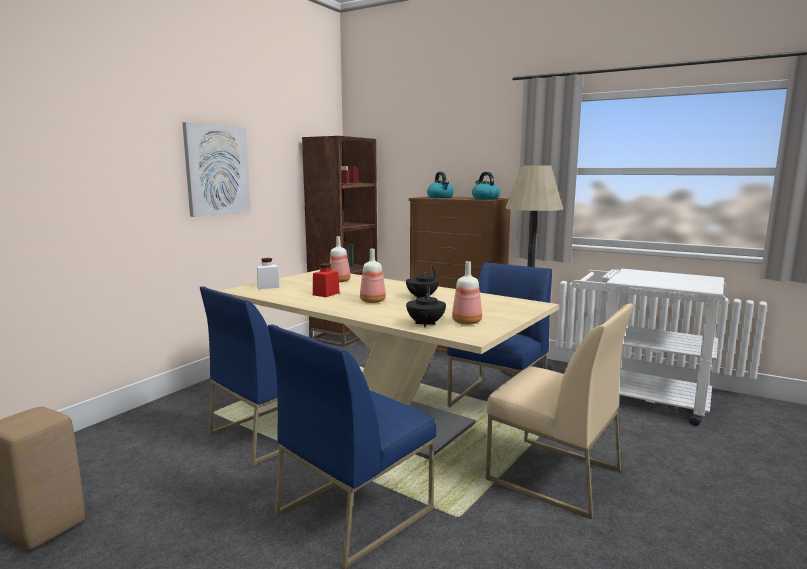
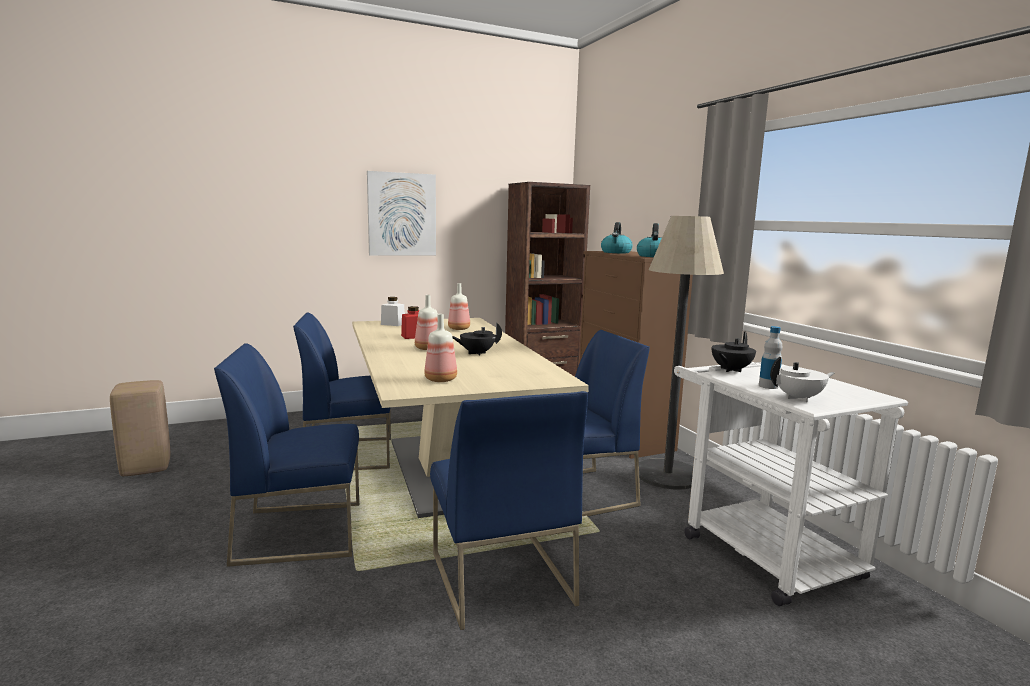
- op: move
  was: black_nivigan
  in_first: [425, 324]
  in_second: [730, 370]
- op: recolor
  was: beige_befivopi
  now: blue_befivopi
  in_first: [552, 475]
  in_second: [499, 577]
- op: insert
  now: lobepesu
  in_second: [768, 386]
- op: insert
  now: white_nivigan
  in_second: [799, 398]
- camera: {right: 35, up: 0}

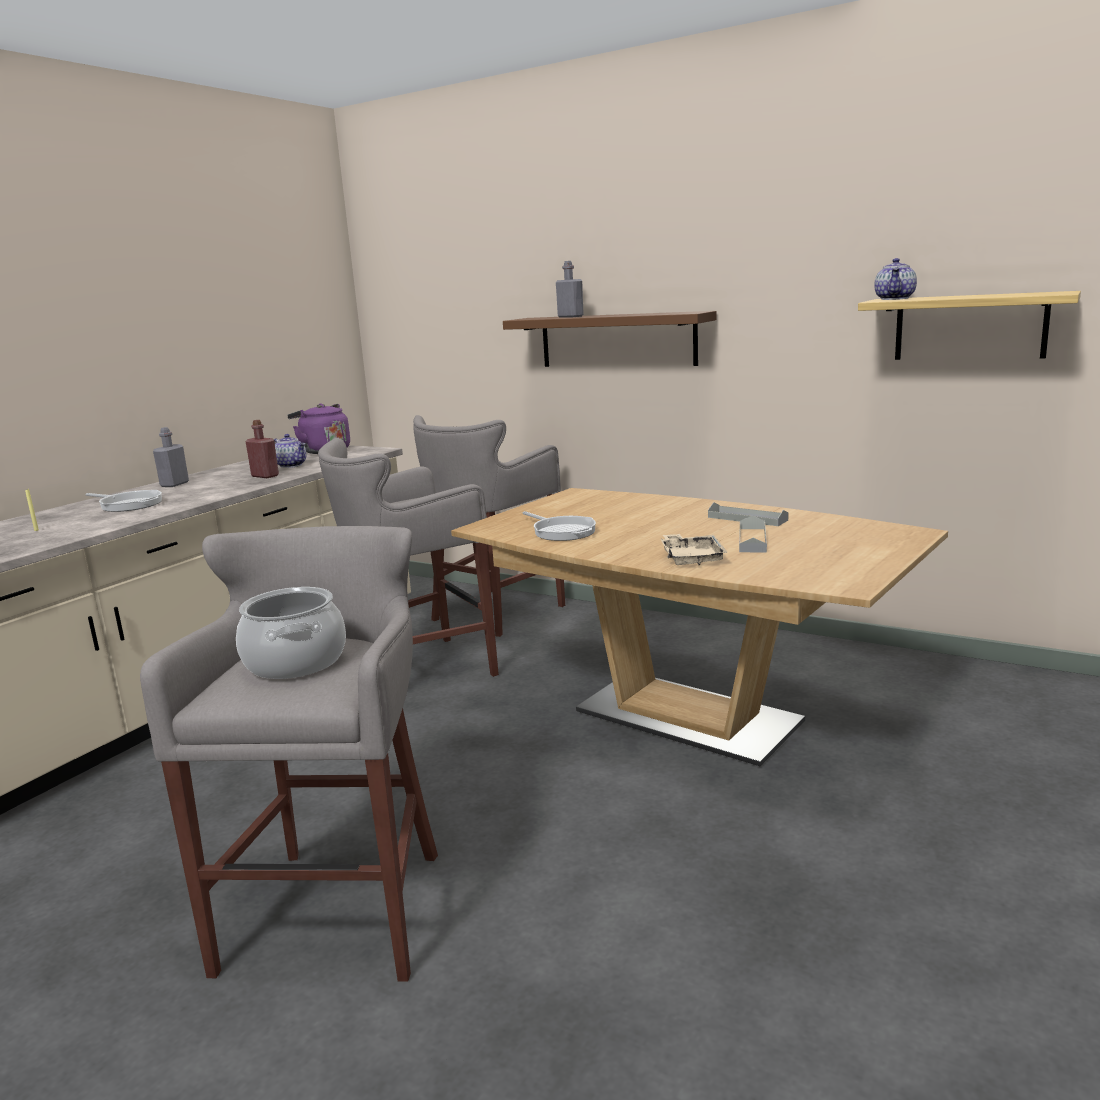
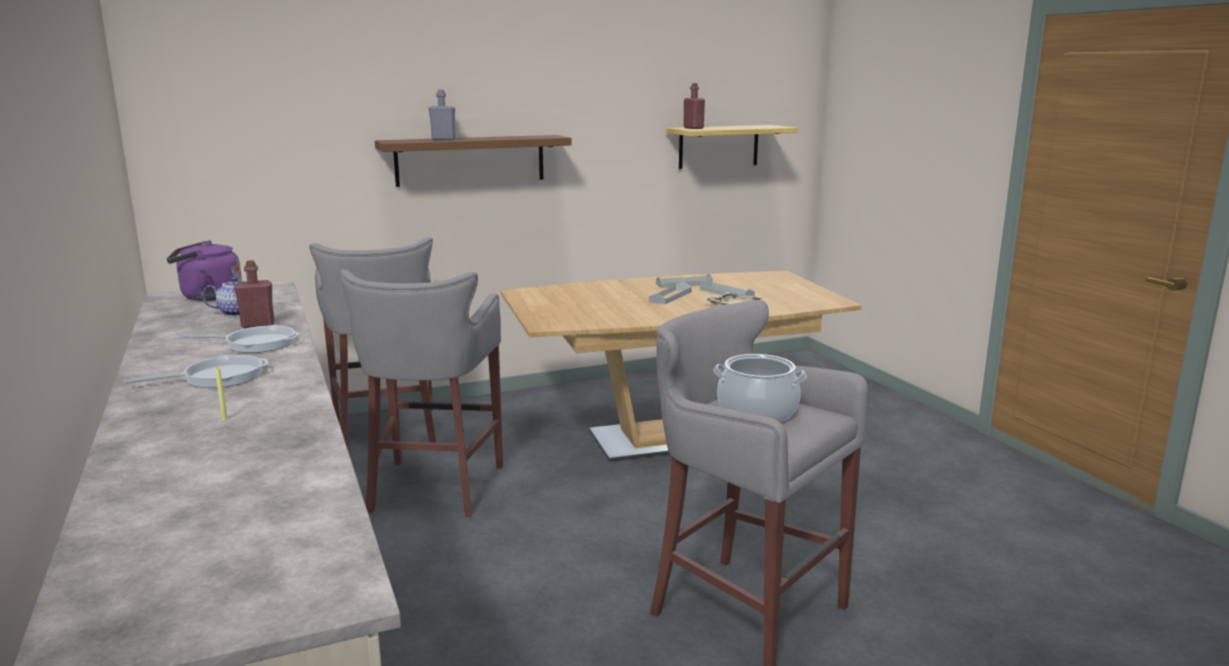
- op: replace
  was: nivigan
  now: red_lobepesu
  in_first: [895, 299]
  in_second: [693, 128]
- op: delete
  was: grey_lobepesu
  in_first: [174, 484]
- op: move
  was: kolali
  in_first: [562, 531]
  in_second: [256, 343]
- op: insert
  now: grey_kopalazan
  in_second: [670, 296]
- camera: {right: -55, up: 0}

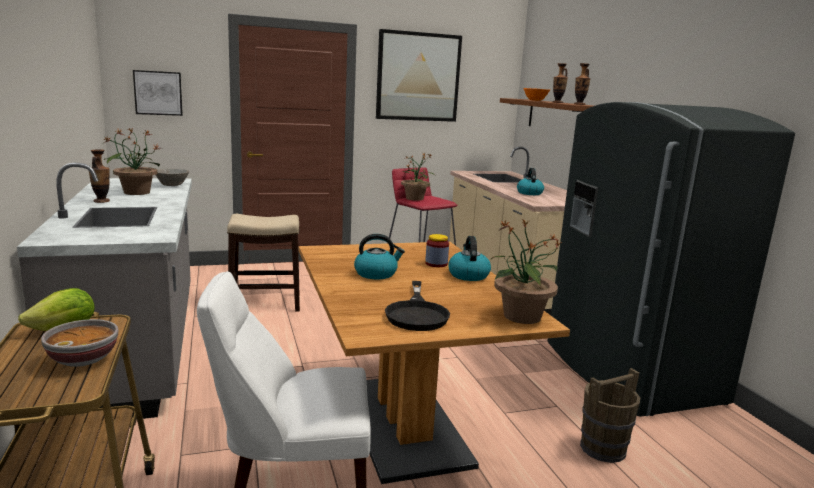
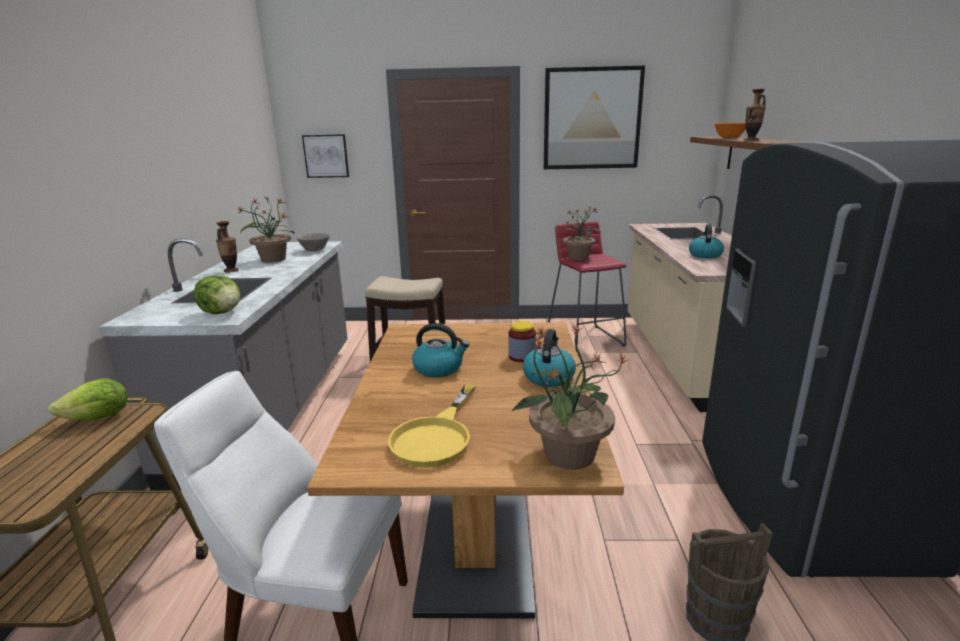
- op: delete
  was: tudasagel
  in_first: [579, 104]
- op: recolor
  was: black_kolali
  now: yellow_kolali
  in_first: [417, 313]
  in_second: [436, 436]
- op: delete
  was: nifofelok
  in_first: [83, 358]
- op: insert
  now: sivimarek
  in_second: [222, 312]
- camera: {right: 20, up: 5}

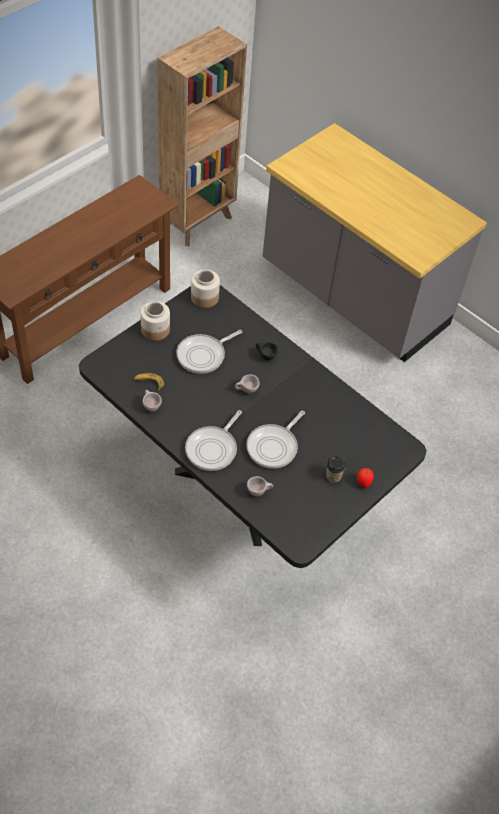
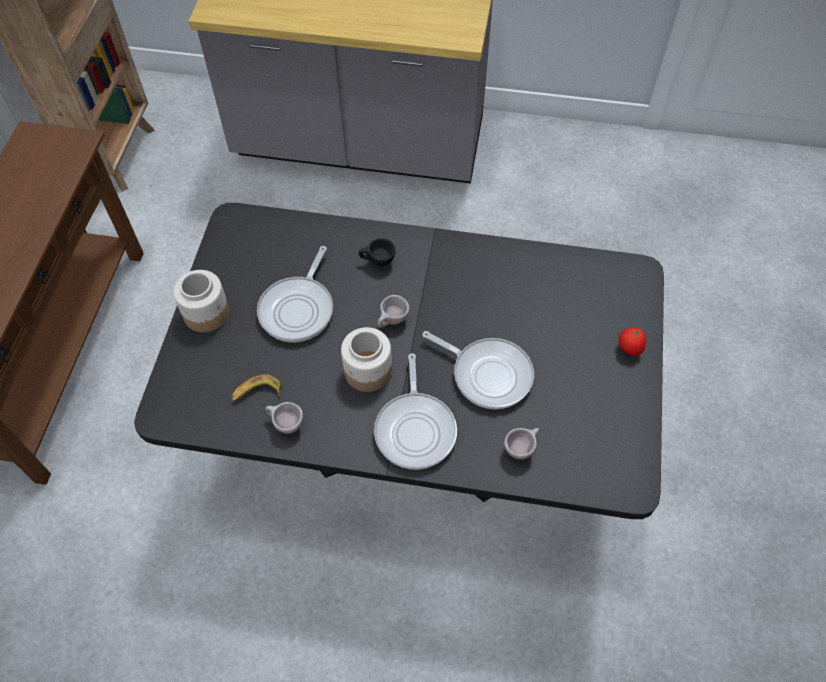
- op: move
  was: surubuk
  in_first: [204, 298]
  in_second: [368, 372]
- op: rotate
  was: kolali
  in_first: [274, 446]
  in_second: [488, 374]
  clockwise: -60
- op: delete
  was: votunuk
  in_first: [333, 476]
- camera: {right: -30, up: 5}

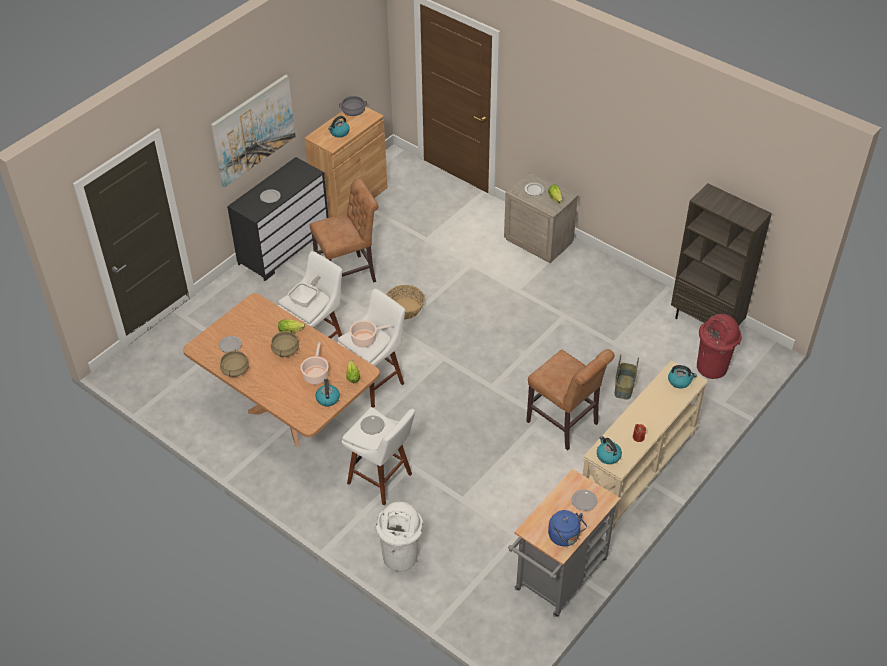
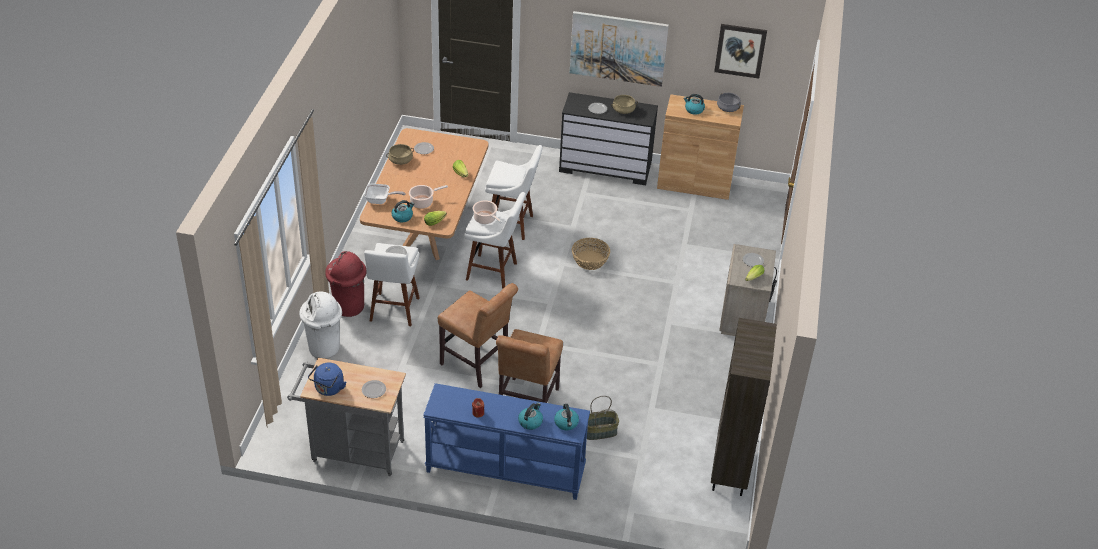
- op: move
  was: brown_befivopi
  in_first: [349, 274]
  in_second: [477, 365]
- op: move
  was: kolali
  in_first: [306, 299]
  in_second: [380, 200]
- op: move
  was: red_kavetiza
  in_first: [712, 368]
  in_second: [348, 307]
- op: move
  was: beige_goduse
  in_first: [285, 350]
  in_second: [623, 110]
- op: recolor
  was: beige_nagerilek
  now: blue_nagerilek
  in_first: [638, 471]
  in_second: [504, 471]
- op: move
  was: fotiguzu
  in_first: [608, 456]
  in_second: [530, 421]
- op: insert
  now: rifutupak
  in_second: [740, 50]
- camera: {right: 60, up: -5}

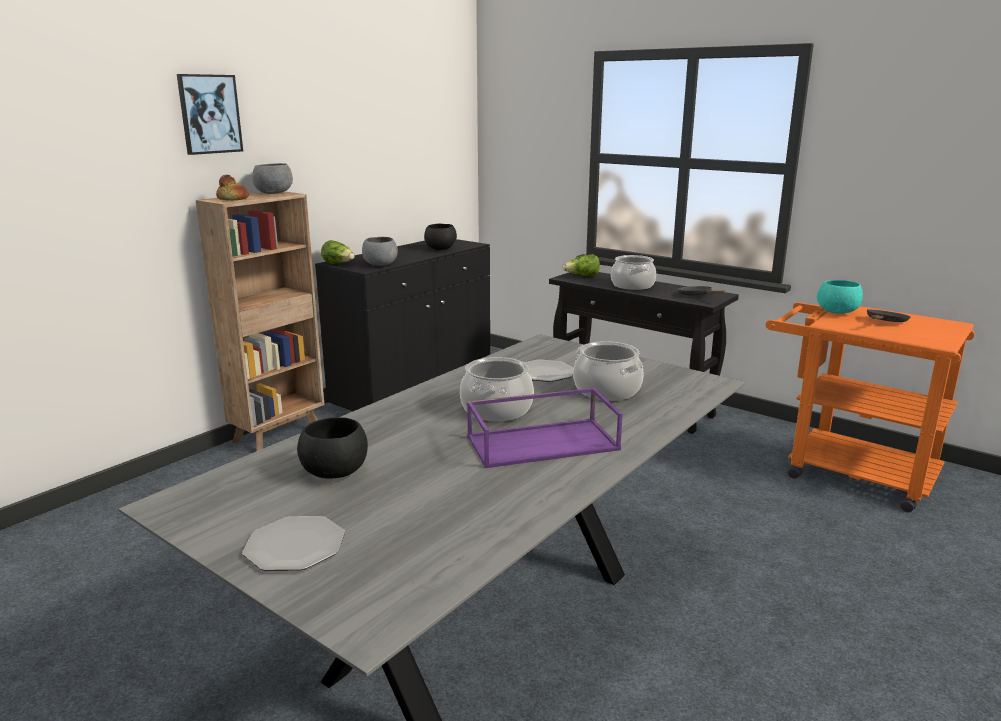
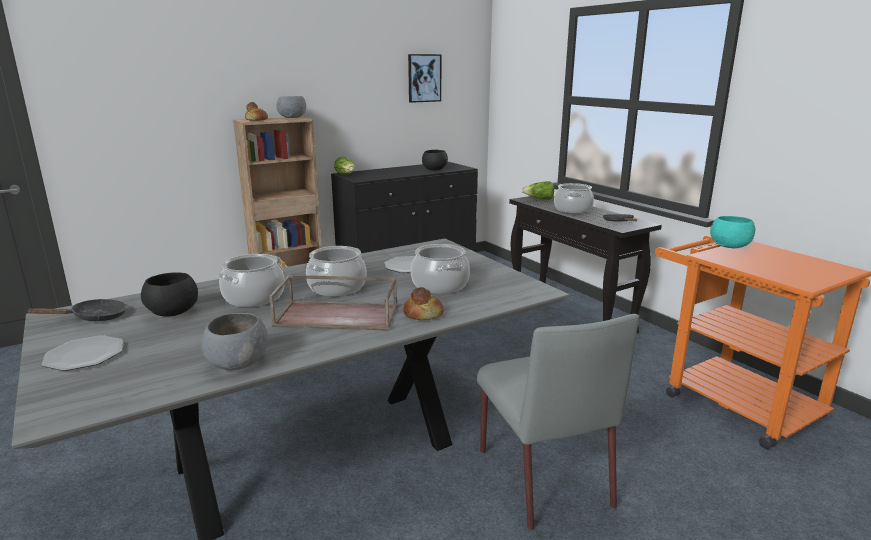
- op: move
  was: rifutupak
  in_first: [209, 114]
  in_second: [424, 78]
- op: move
  was: grey_nifofelok
  in_first: [380, 264]
  in_second: [237, 363]
- op: move
  was: black_kolali
  in_first: [885, 322]
  in_second: [94, 318]
- op: recolor
  was: purple_kopalazan
  now: brown_kopalazan
  in_first: [543, 442]
  in_second: [338, 315]
- op: insert
  now: goduse
  in_second: [254, 297]
- op: insert
  now: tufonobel
  in_second: [423, 314]
- op: insert
  now: grey_befivopi
  in_second: [542, 476]
- camera: {right: 20, up: 0}

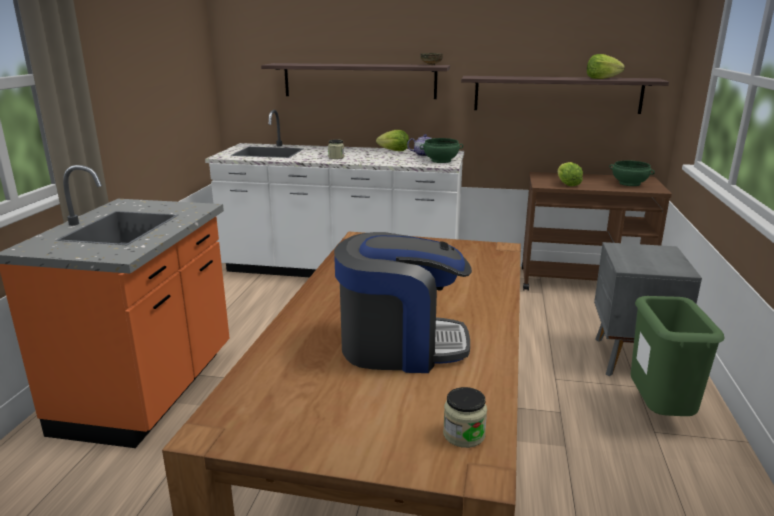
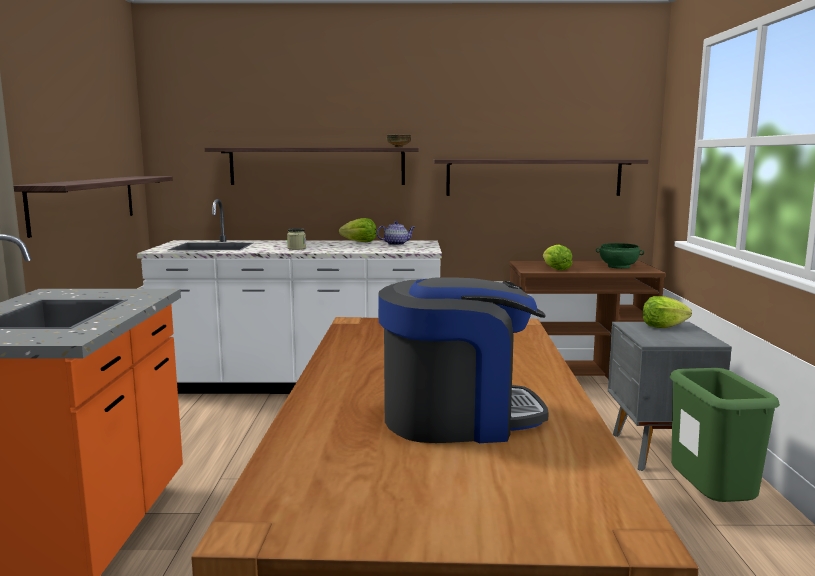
- op: move
  was: sivimarek
  in_first: [601, 78]
  in_second: [663, 326]
- op: delete
  was: green_nifofelok
  in_first: [441, 161]
- op: delete
  was: surubuk
  in_first: [464, 435]
- op: insert
  now: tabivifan
  in_second: [85, 202]
- camera: {right: -10, up: -10}

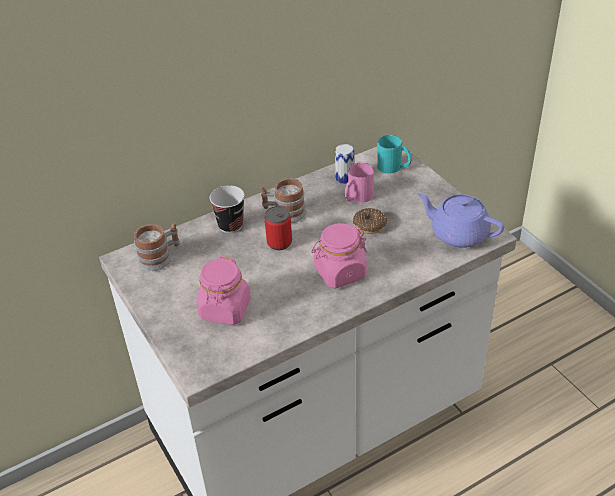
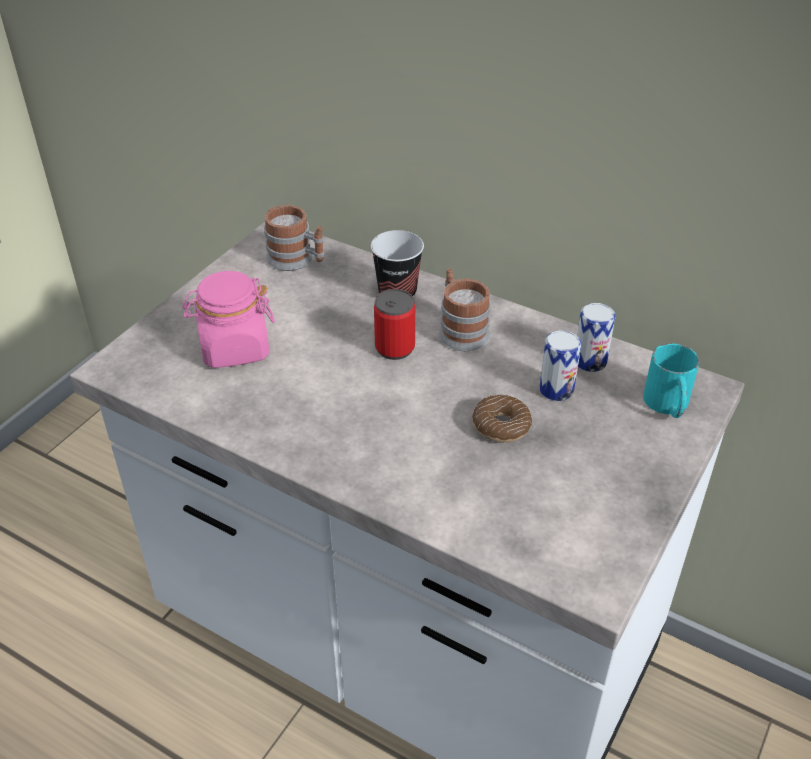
- op: replace
  was: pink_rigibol
  now: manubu
  in_first: [357, 197]
  in_second: [556, 390]
- op: delete
  was: purple_nivigan
  in_first: [458, 234]
- op: delete
  was: pink_surubuk
  in_first: [340, 273]
- camera: {right: 60, up: 0}

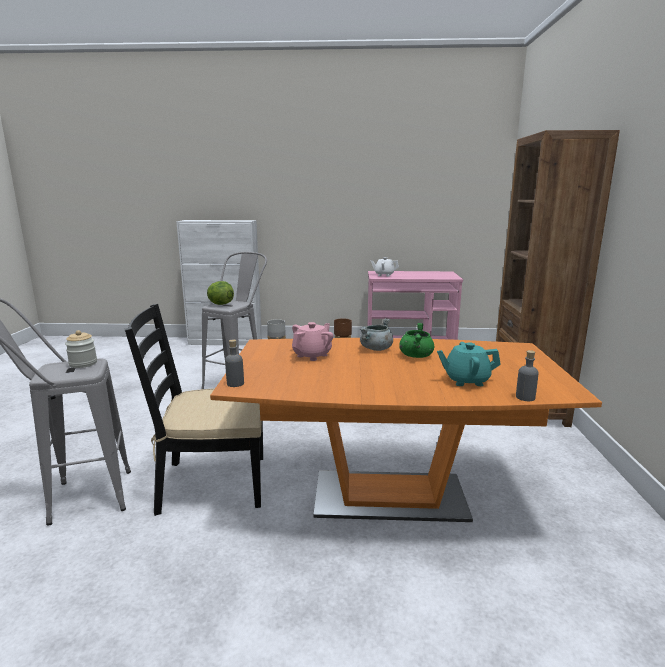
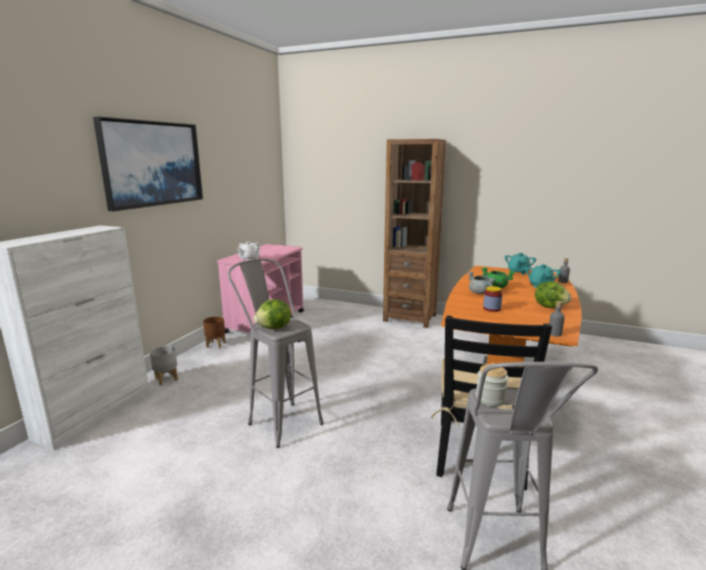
- op: replace
  was: pink_nivigan
  now: surubuk
  in_first: [312, 355]
  in_second: [492, 309]
- op: insert
  now: rifutupak
  in_second: [153, 163]
- op: insert
  now: turquoise_nivigan
  in_second: [518, 272]
- op: insert
  now: sivimarek
  in_second: [550, 306]
- camera: {right: -70, up: 0}

